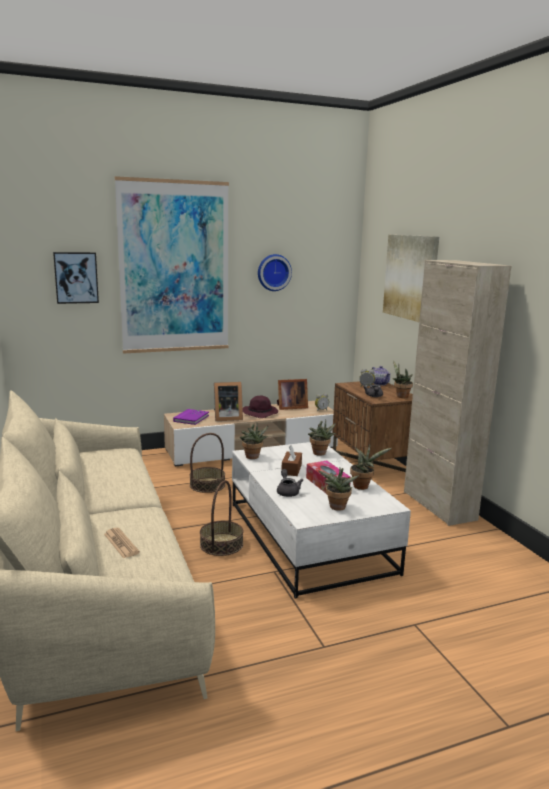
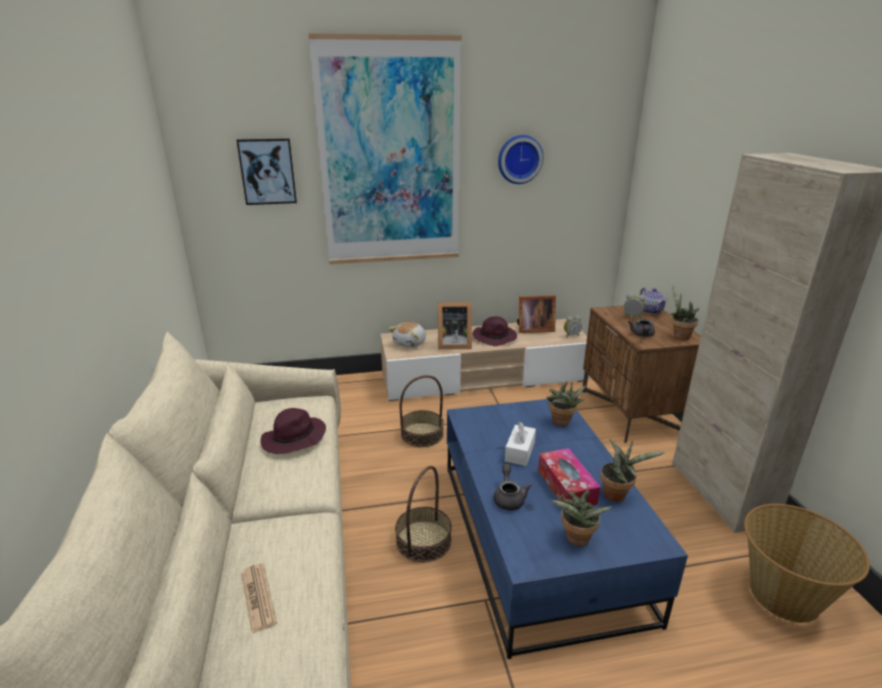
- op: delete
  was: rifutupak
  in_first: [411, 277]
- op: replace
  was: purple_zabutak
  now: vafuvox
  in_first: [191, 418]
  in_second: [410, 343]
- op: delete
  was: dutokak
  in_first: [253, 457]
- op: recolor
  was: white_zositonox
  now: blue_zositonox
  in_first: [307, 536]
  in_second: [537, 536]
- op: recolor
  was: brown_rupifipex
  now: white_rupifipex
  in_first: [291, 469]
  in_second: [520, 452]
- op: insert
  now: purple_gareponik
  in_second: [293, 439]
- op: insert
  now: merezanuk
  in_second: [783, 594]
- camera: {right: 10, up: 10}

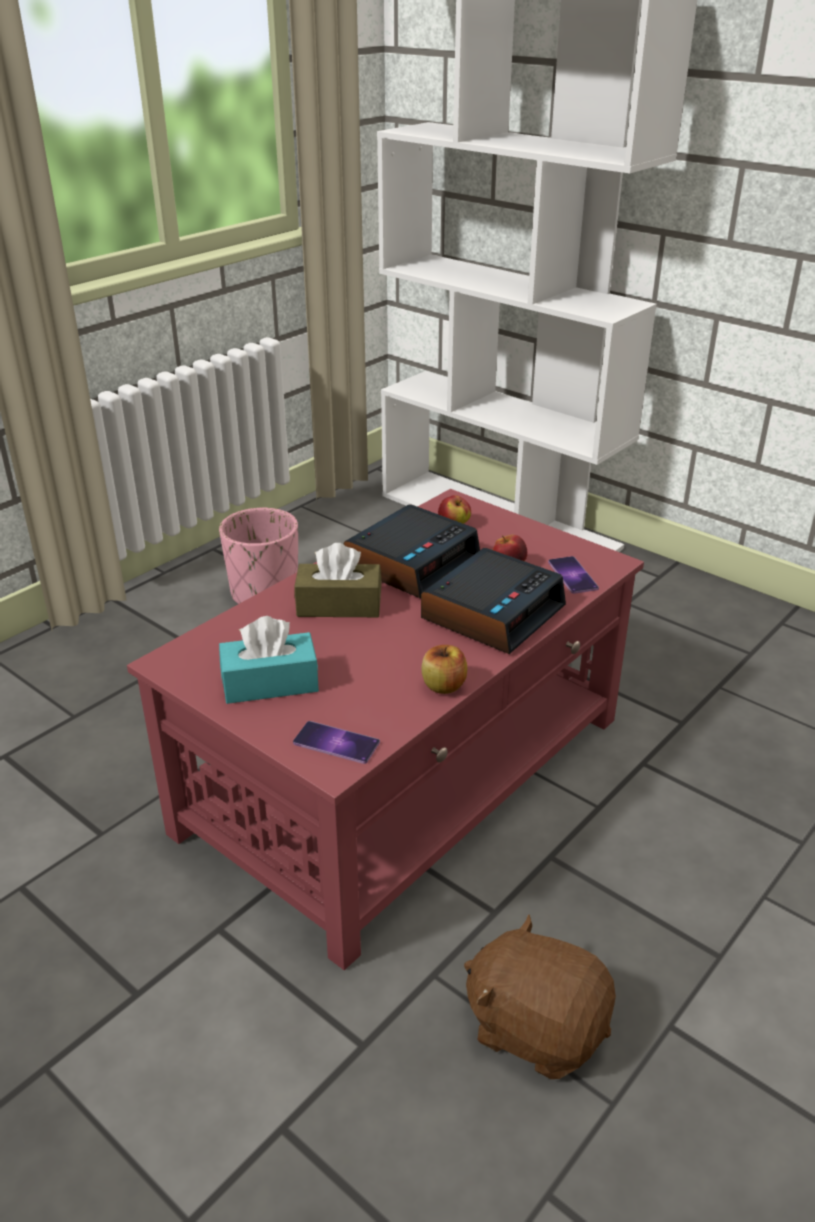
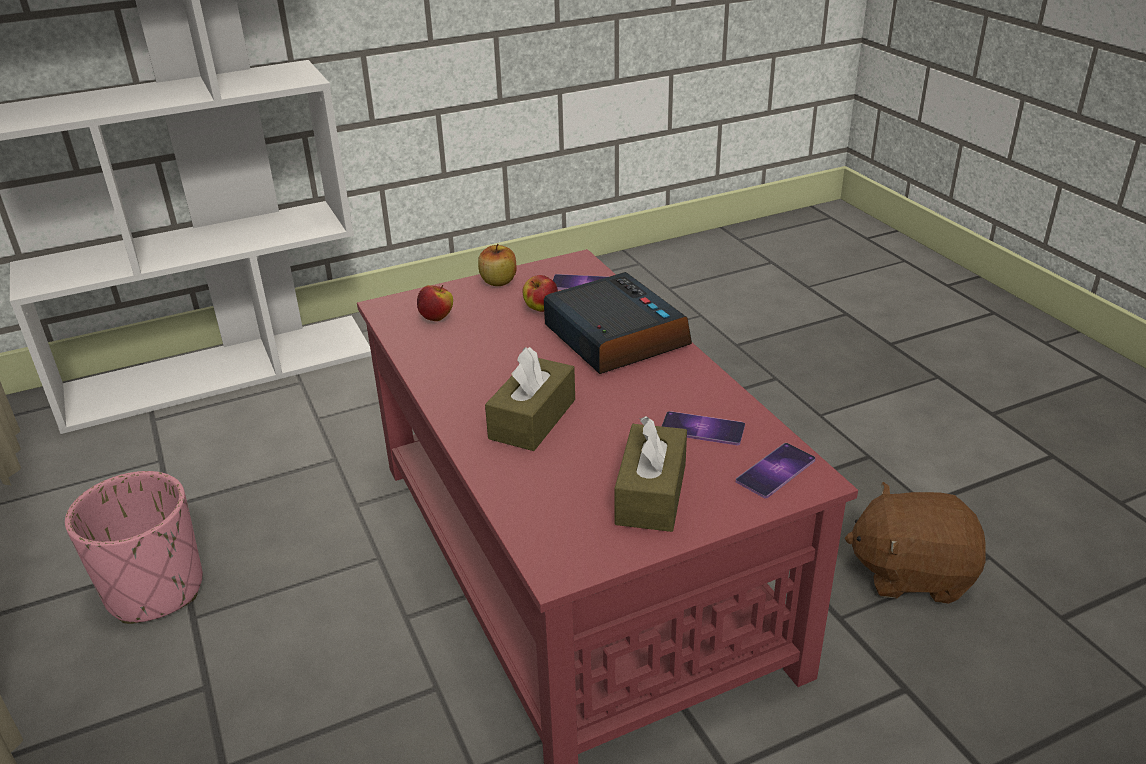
- op: delete
  was: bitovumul
  in_first: [412, 563]
- op: recolor
  was: turquoise_rupifipex
  now: brown_rupifipex
  in_first: [270, 683]
  in_second: [651, 494]
- op: move
  was: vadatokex
  in_first: [444, 686]
  in_second: [498, 281]
- op: rotate
  was: brown_vafuvox
  in_first: [536, 1027]
  in_second: [911, 573]
  clockwise: 45
- op: insert
  now: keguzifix
  in_second: [702, 429]
- camera: {right: -65, up: 0}

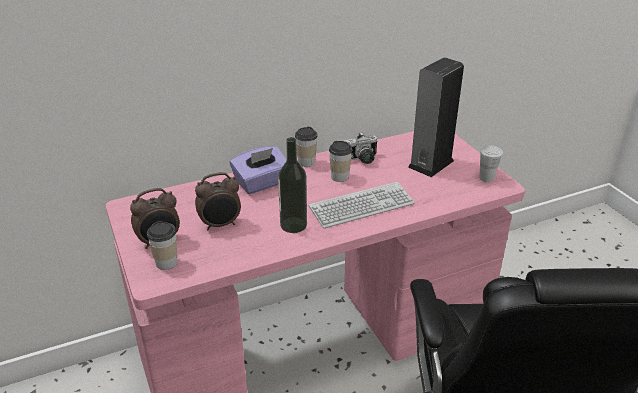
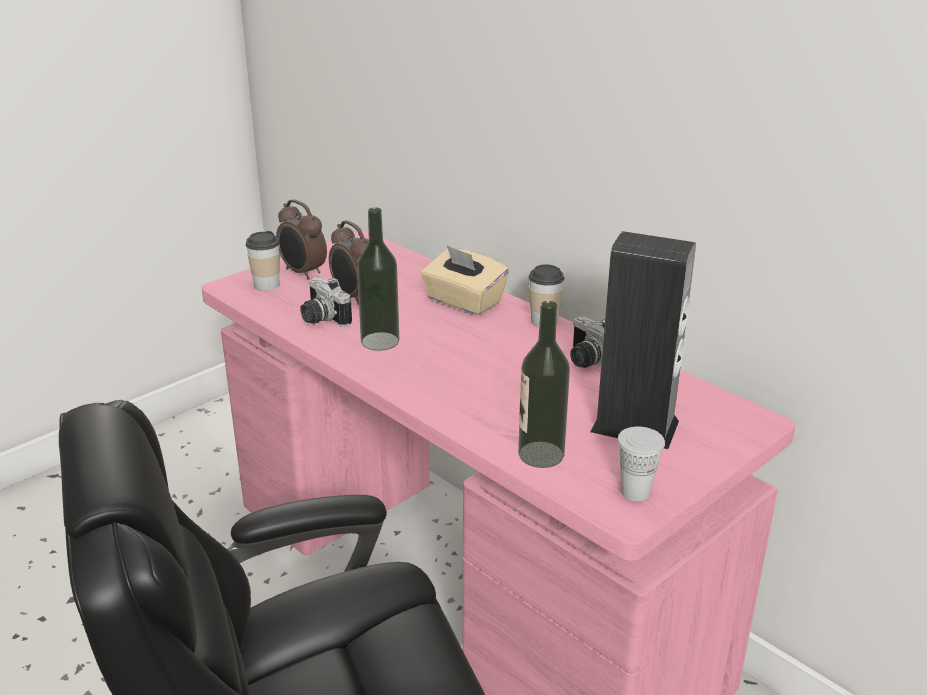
- op: delete
  was: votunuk
  in_first: [340, 177]
- op: recolor
  was: purple_rupifipex
  now: beige_rupifipex
  in_first: [261, 183]
  in_second: [463, 302]
- op: delete
  was: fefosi
  in_first: [361, 206]
- op: insert
  now: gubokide
  in_second: [321, 318]
- op: insert
  now: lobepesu
  in_second: [541, 454]
- camera: {right: 70, up: -5}

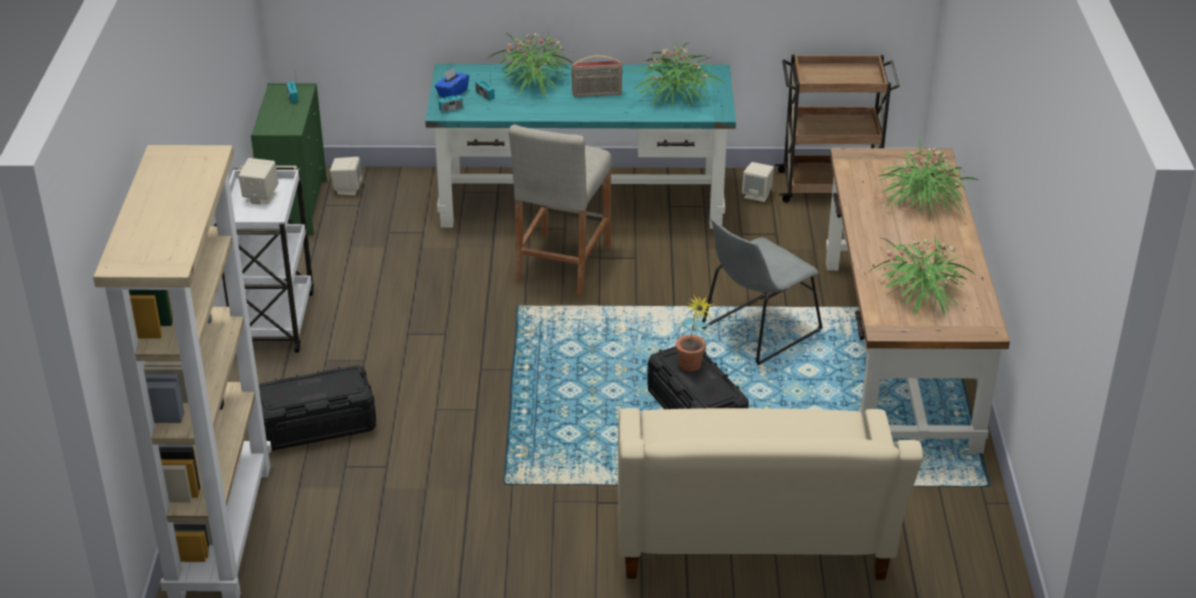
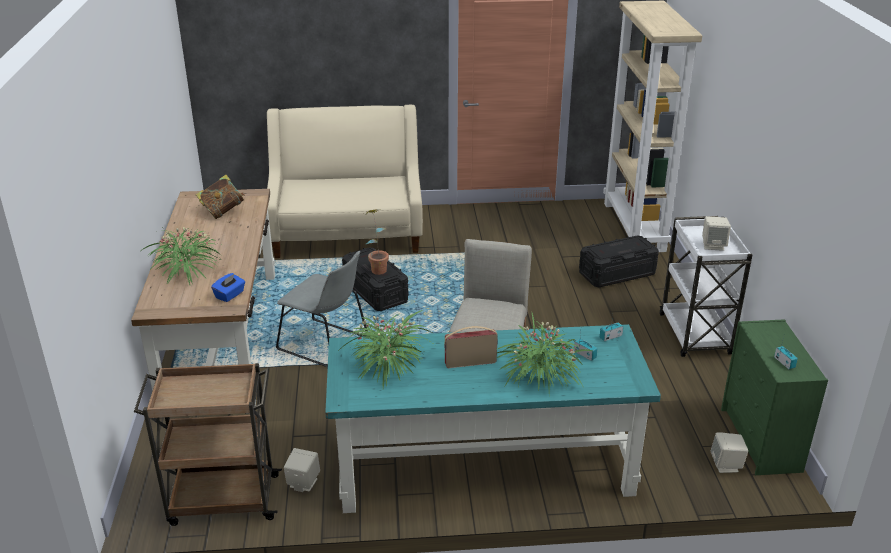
- op: move
  was: blue_rupifipex
  in_first: [452, 93]
  in_second: [230, 295]
- op: rotate
  was: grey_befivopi
  in_first: [757, 332]
  in_second: [326, 345]
  clockwise: 75
- op: replace
  was: dutokak
  now: zabutak
  in_first: [921, 294]
  in_second: [223, 211]
- camera: {right: 175, up: -5}

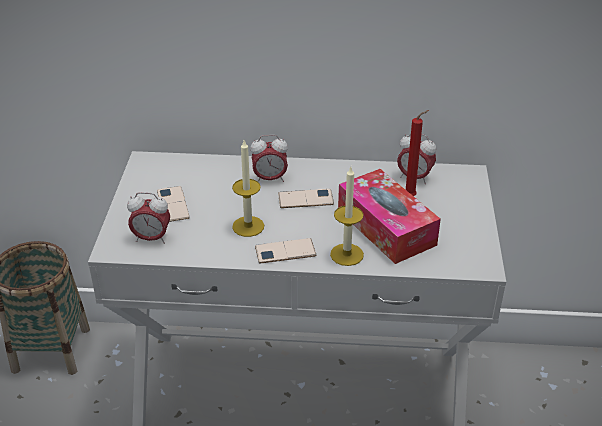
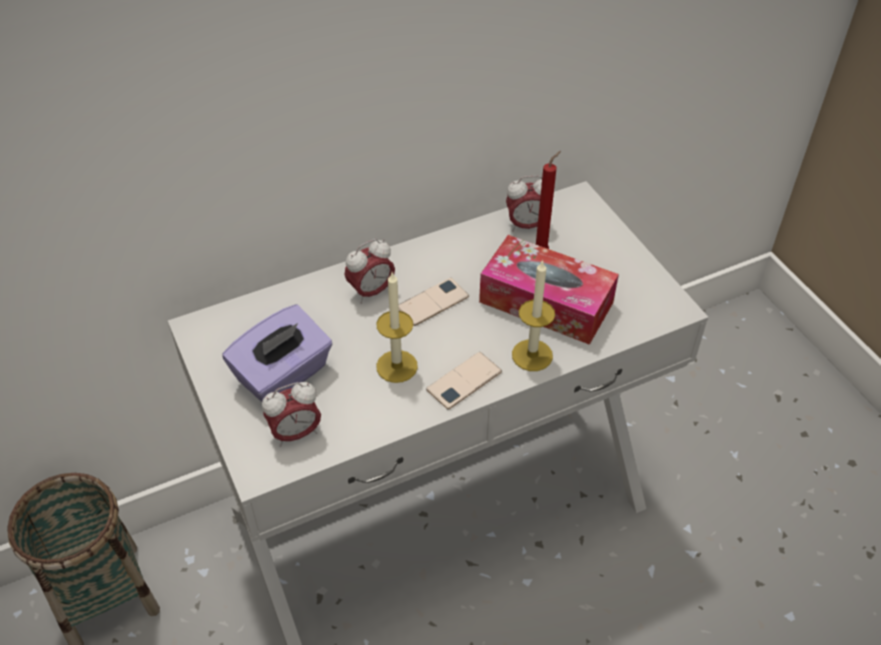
- op: replace
  was: keguzifix
  now: purple_rupifipex
  in_first: [173, 204]
  in_second: [283, 375]
- camera: {right: -30, up: 10}

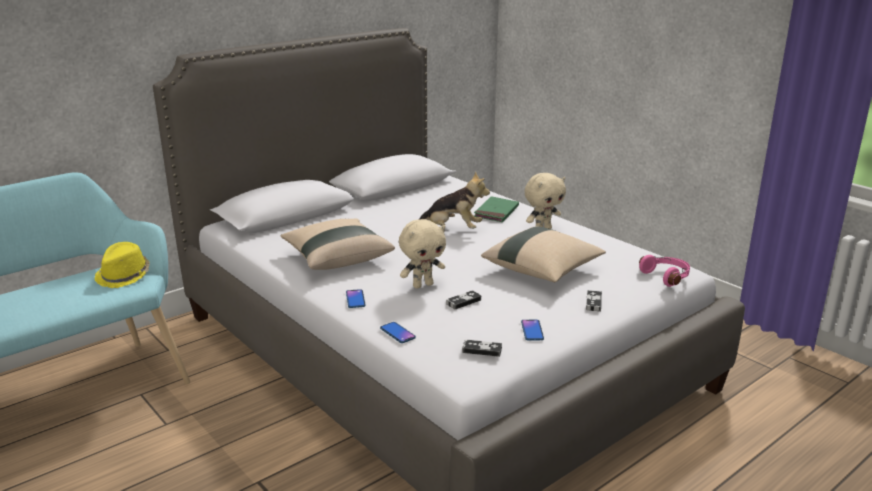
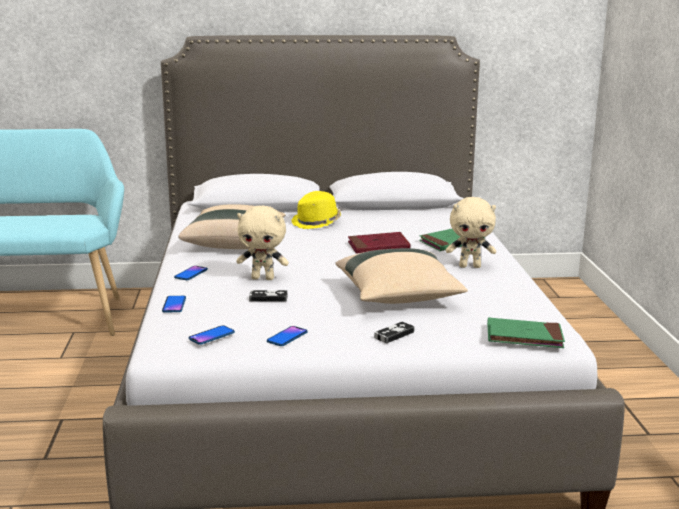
- op: replace
  was: vafuvox
  now: red_zabutak
  in_first: [452, 230]
  in_second: [378, 246]
- op: move
  was: yellow_gareponik
  in_first: [124, 276]
  in_second: [317, 223]
- op: replace
  was: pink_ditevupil
  now: green_zabutak
  in_first: [667, 276]
  in_second: [524, 337]
- op: replace
  was: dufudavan
  now: keguzifix
  in_first: [482, 350]
  in_second: [211, 336]
- camera: {right: 35, up: -5}

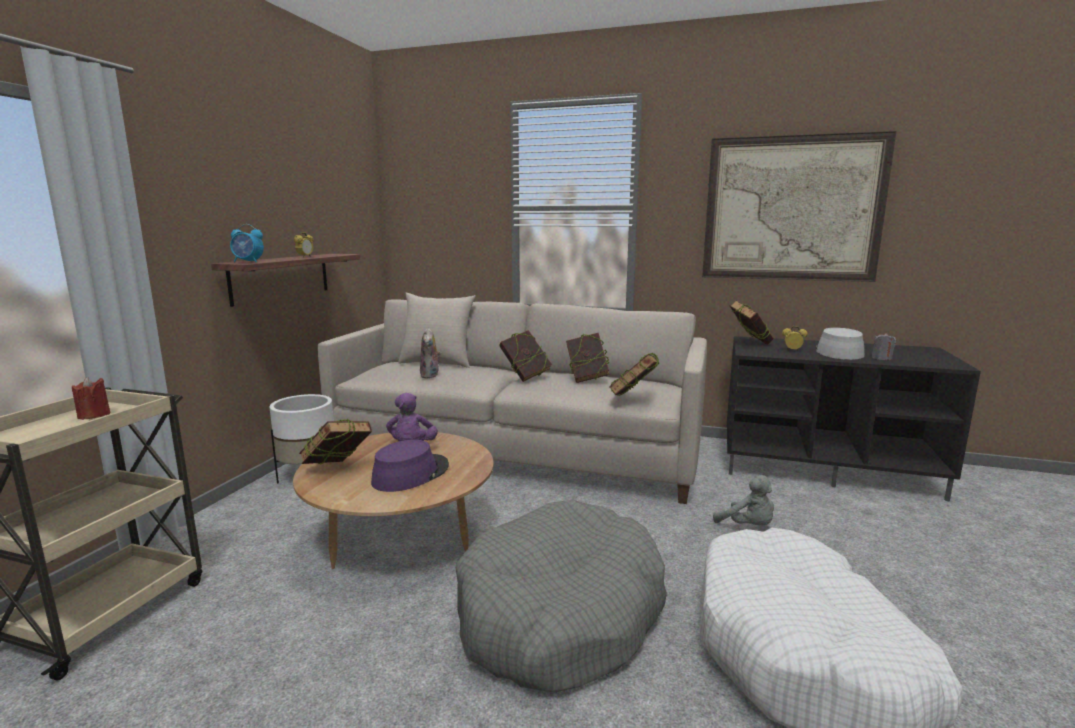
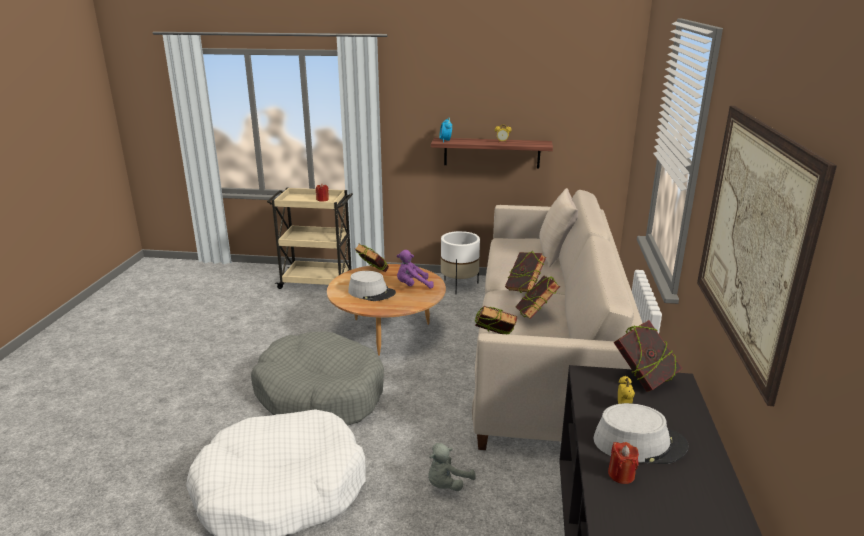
- op: delete
  was: vafuvox
  in_first: [431, 375]
- op: recolor
  was: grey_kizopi
  now: red_kizopi
  in_first: [881, 358]
  in_second: [621, 475]
- op: recolor
  was: purple_gareponik
  now: grey_gareponik
  in_first: [410, 474]
  in_second: [372, 292]
- camera: {right: 80, up: 10}

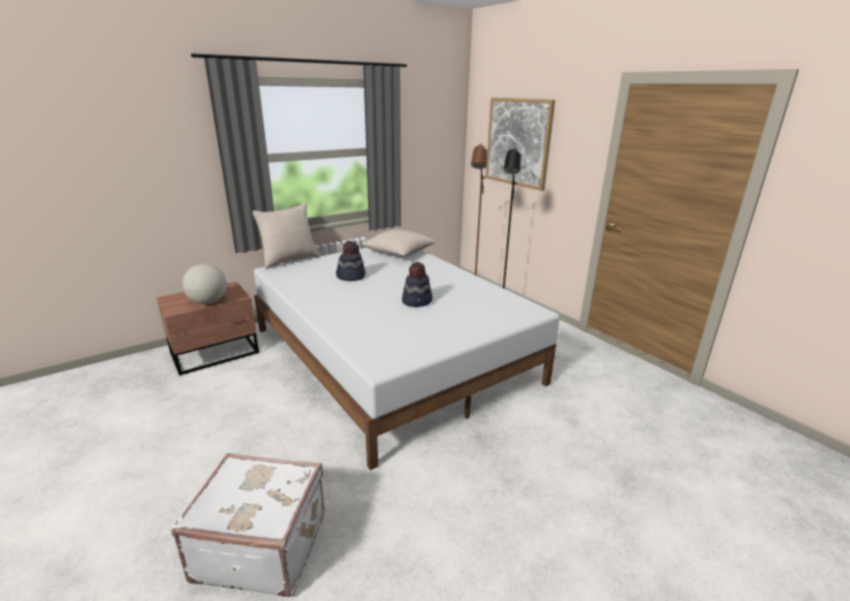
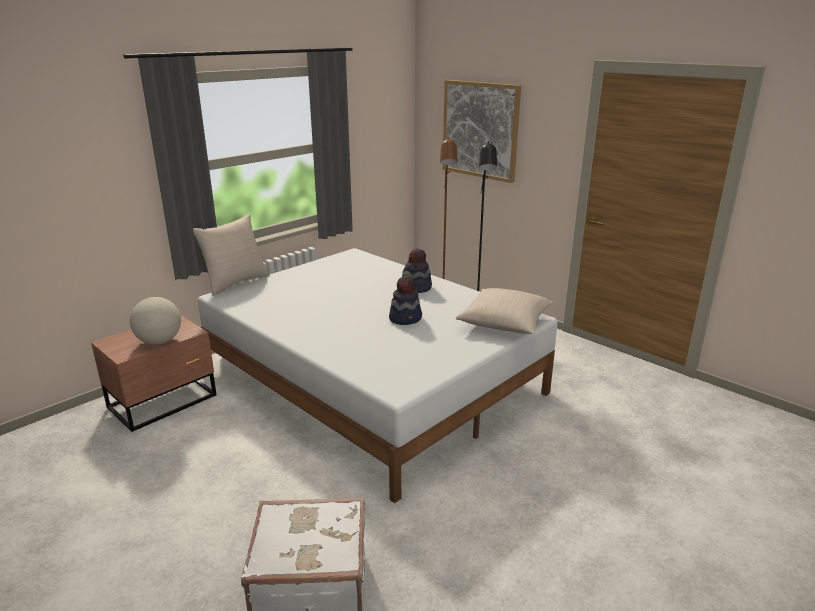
- op: move
  was: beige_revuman
  in_first: [399, 253]
  in_second: [504, 323]
- op: move
  was: gareponik
  in_first: [351, 276]
  in_second: [415, 287]
- camera: {right: -10, up: 0}

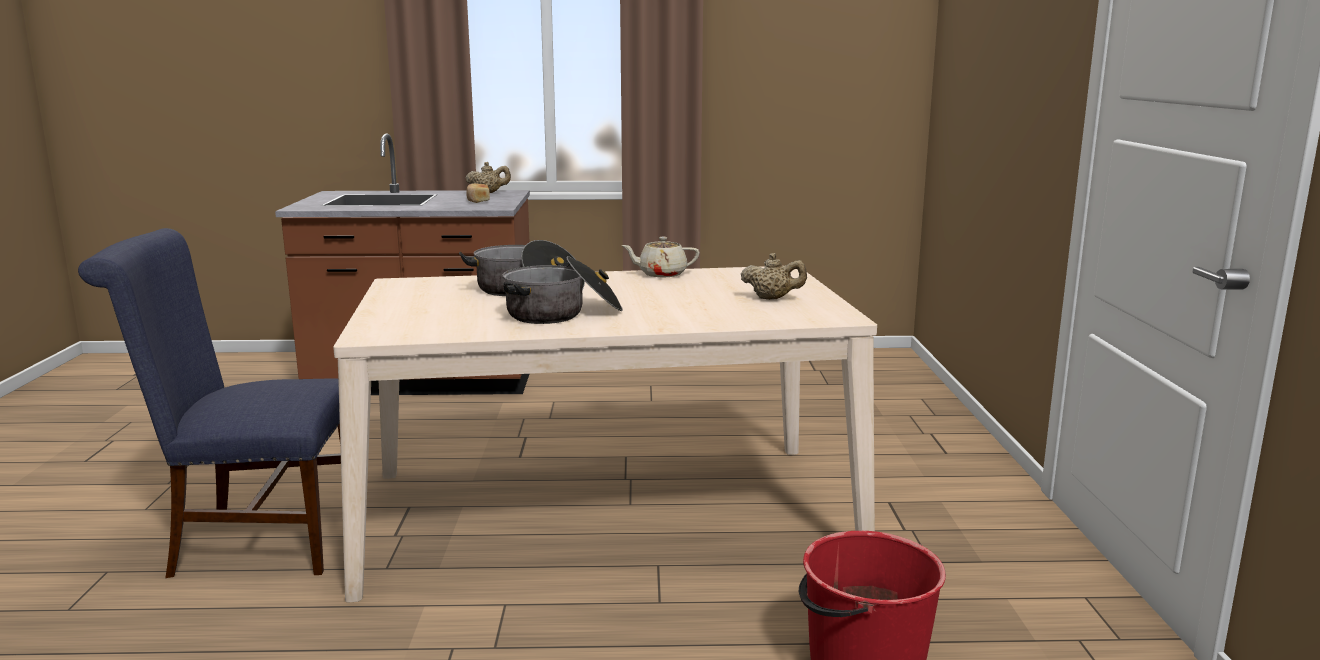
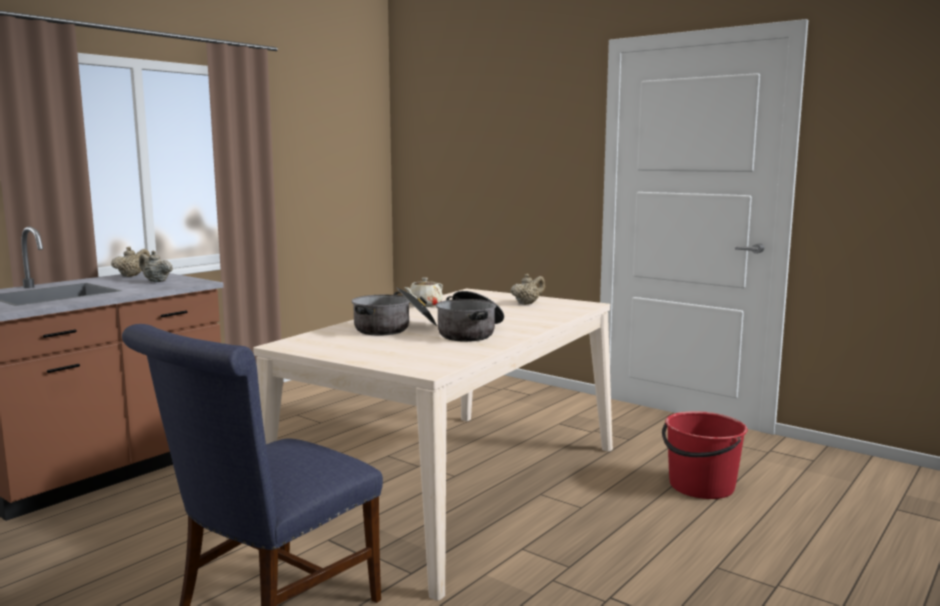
- op: replace
  was: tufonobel
  now: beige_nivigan
  in_first: [478, 201]
  in_second: [156, 281]
- camera: {right: -50, up: -5}

